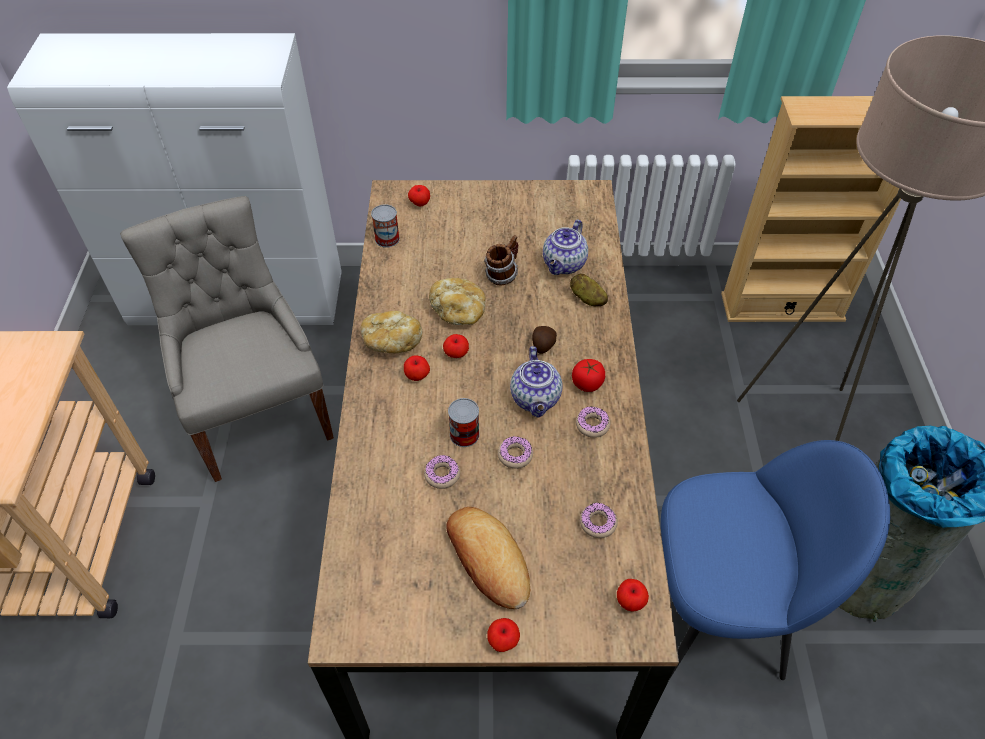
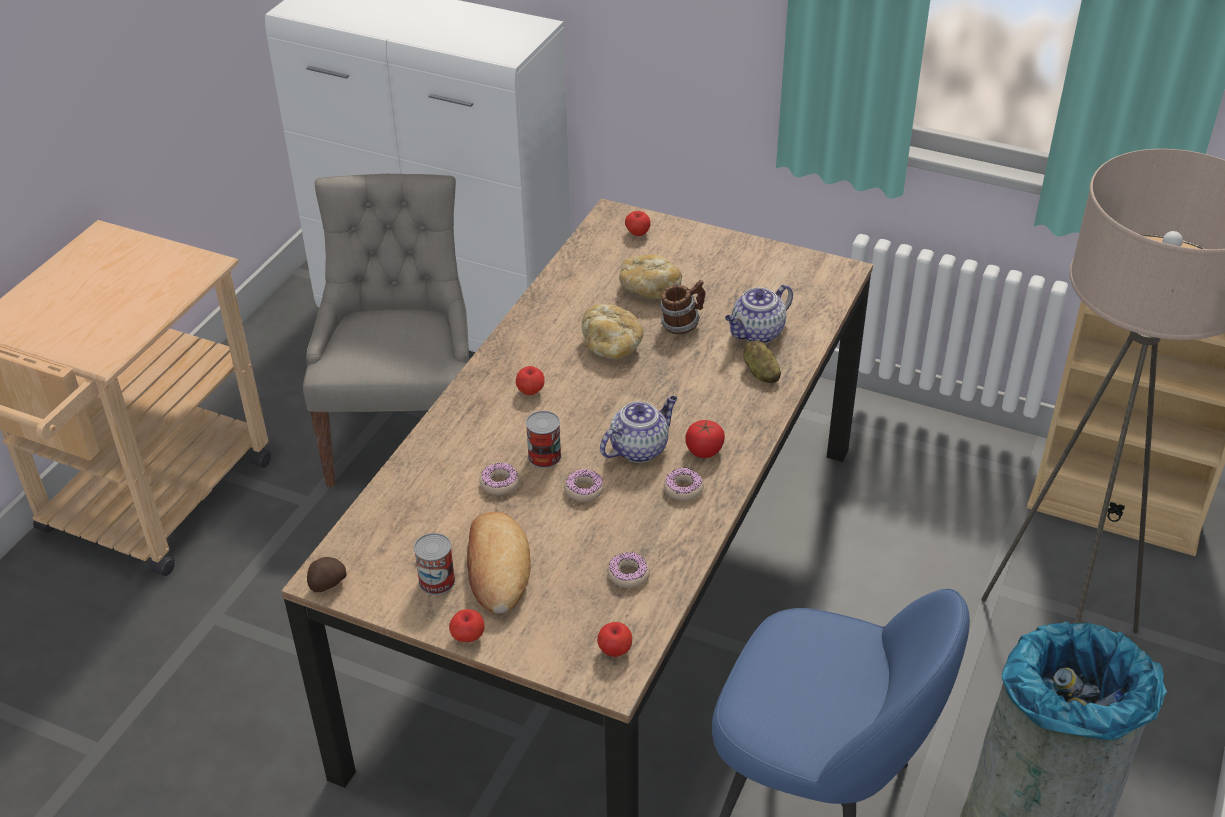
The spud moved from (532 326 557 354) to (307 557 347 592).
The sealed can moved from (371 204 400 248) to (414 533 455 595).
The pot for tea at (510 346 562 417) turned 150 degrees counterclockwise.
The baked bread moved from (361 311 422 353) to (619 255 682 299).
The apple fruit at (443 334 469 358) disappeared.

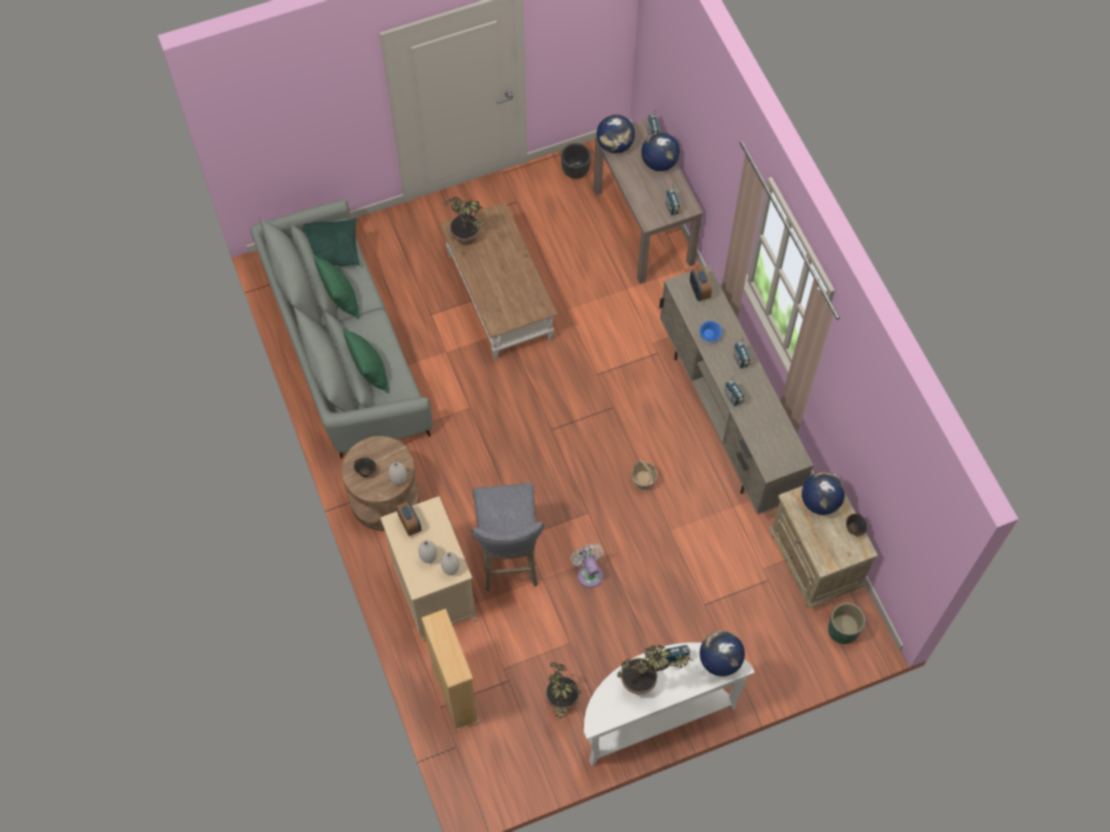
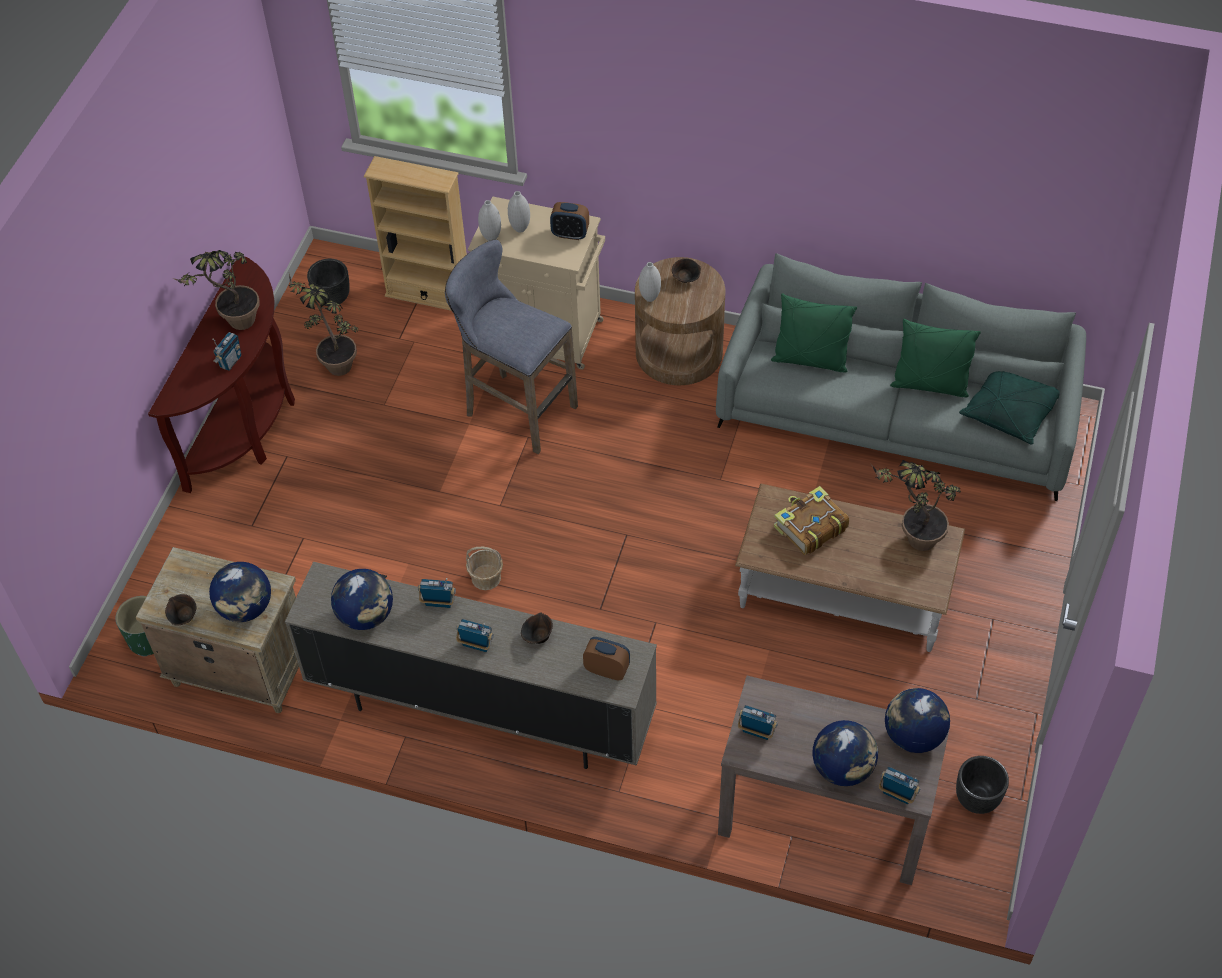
The white console table at (584 643 755 766) became the brownish console table at (148 257 295 493).
The black flower pot at (307 259 350 306) appeared.
The desk globe moved from (700 631 745 676) to (331 569 393 630).
The bluish deep dish at (699 321 722 342) became the brownish deep dish at (521 613 553 644).
The volume at (774 486 849 555) appeared.
The white fan at (570 544 603 588) disappeared.

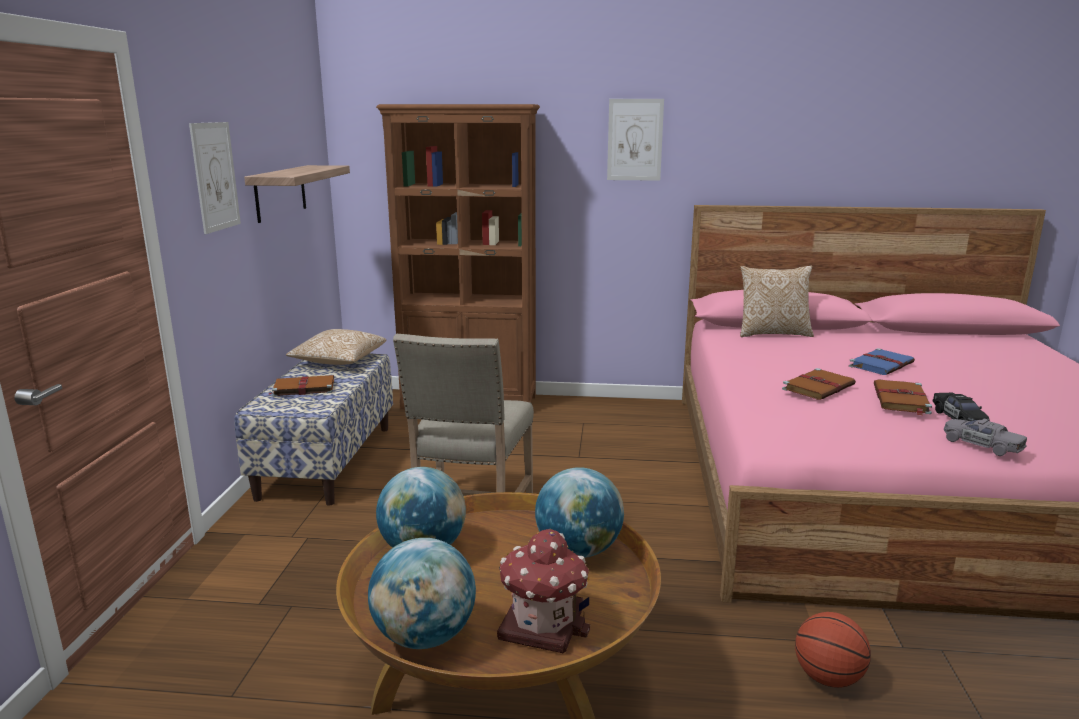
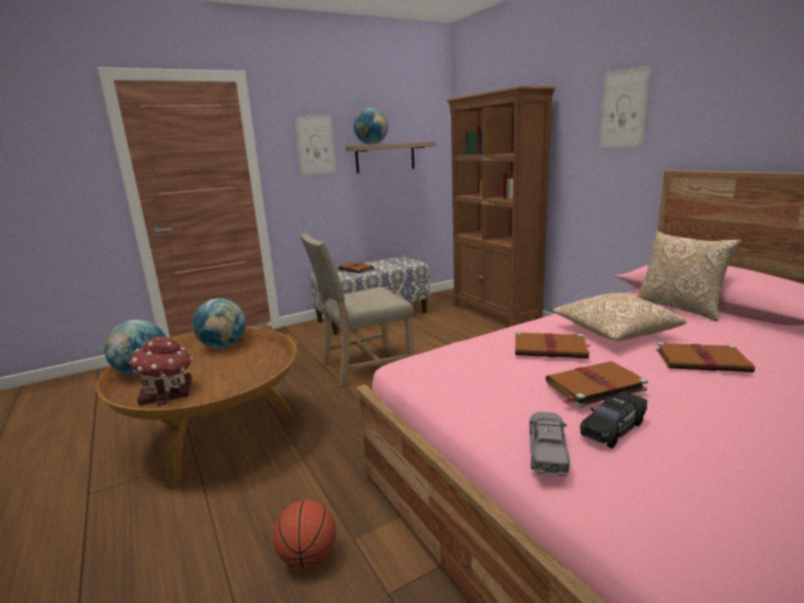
The desk globe moved from (535 467 624 558) to (354 108 388 145).
The throw pillow moved from (286 329 386 365) to (552 293 687 341).
The bluish volume at (849 348 915 375) became the brownish volume at (656 342 755 373).

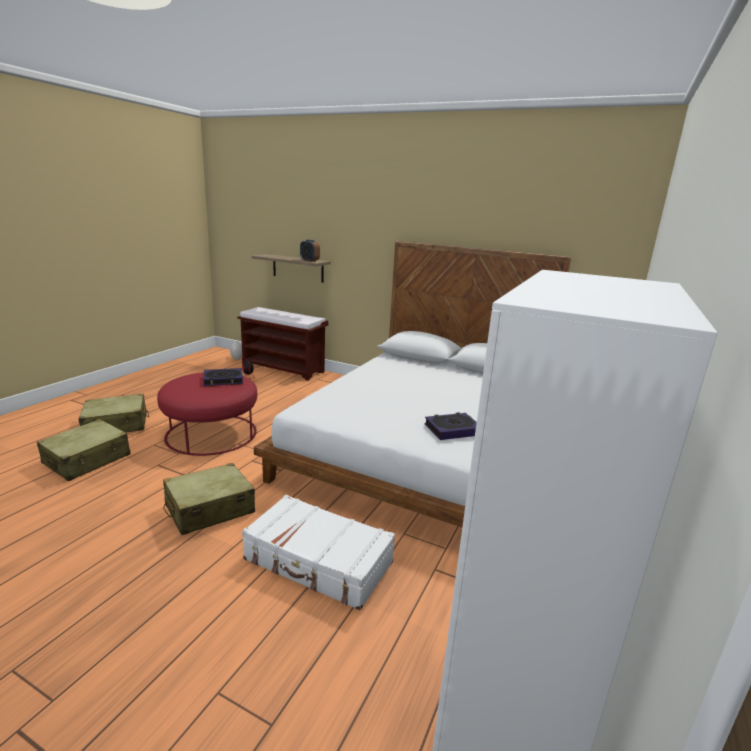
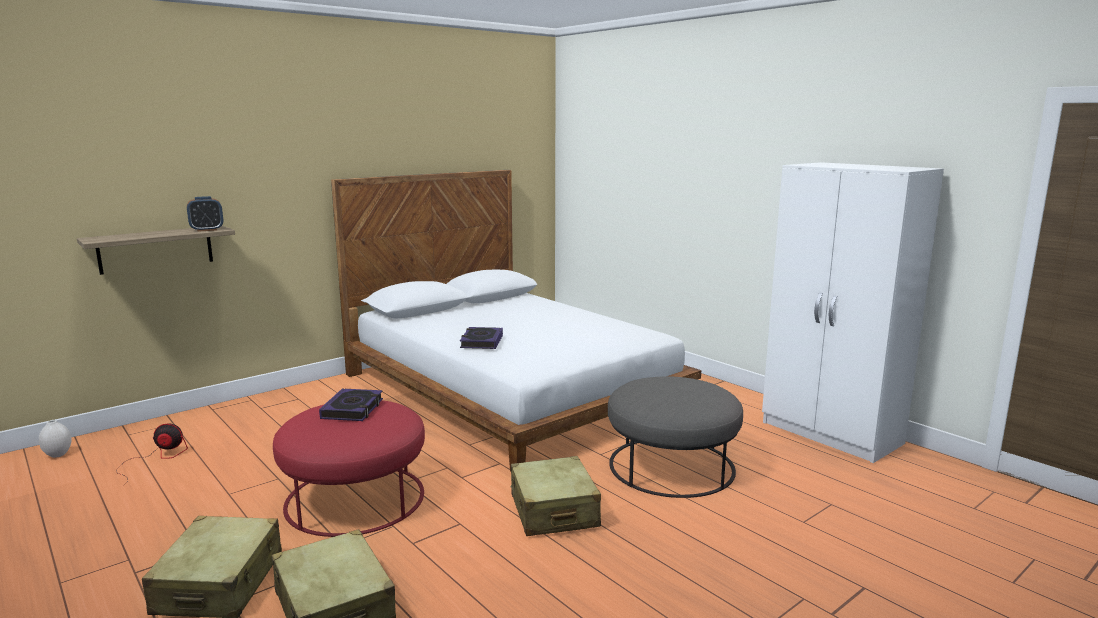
The volume moved from (424 412 477 440) to (460 327 503 349).
The white travel case at (242 495 395 611) was replaced by the gray ottoman at (608 376 743 498).
The brownish bench at (237 307 329 381) disappeared.

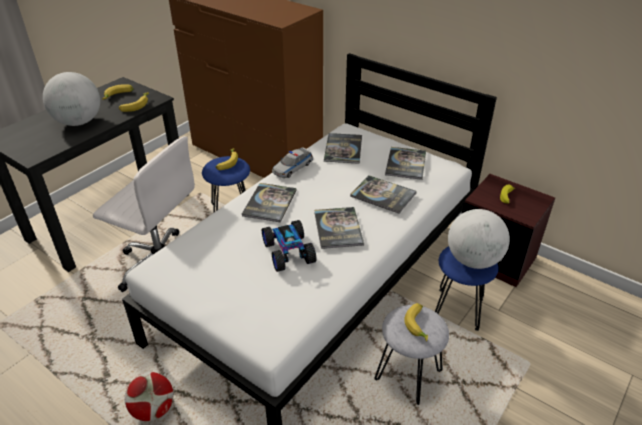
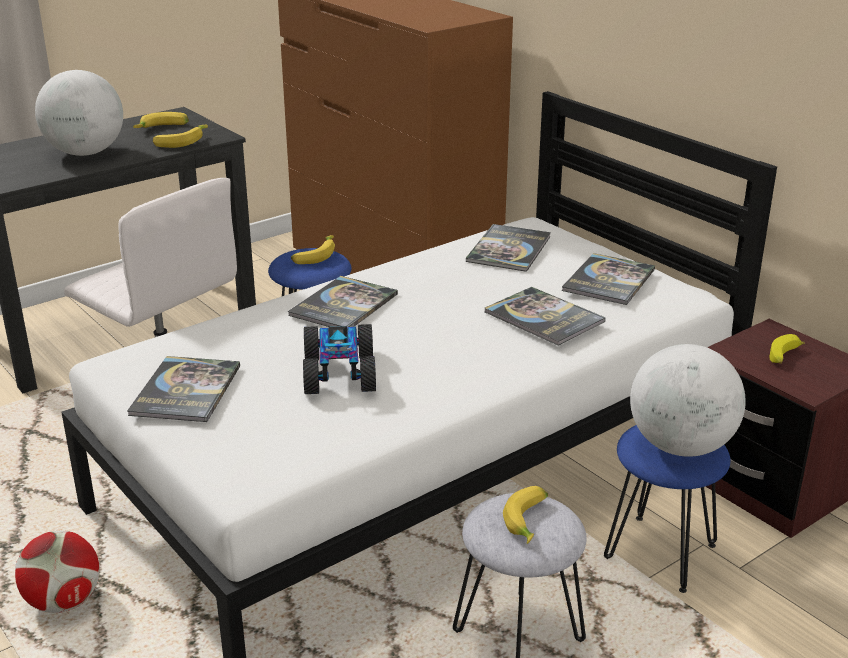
The volume moved from (314 207 364 249) to (127 356 240 422).
The model car at (272 148 313 178) disappeared.

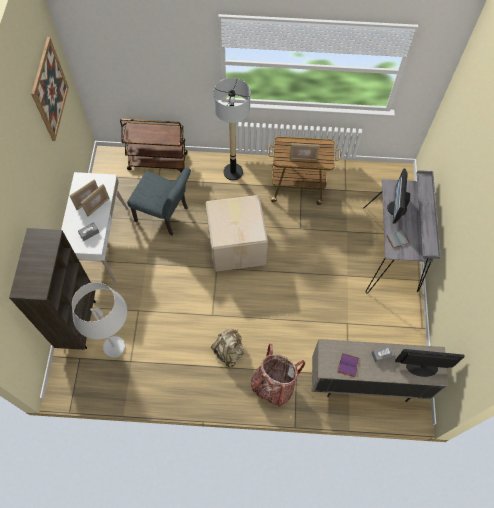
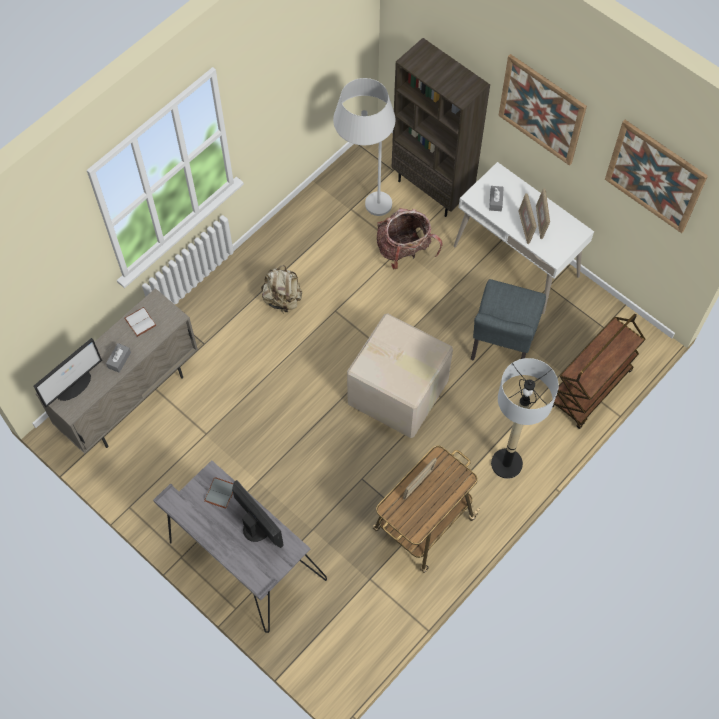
The purple-coloured volume at (337 353 359 377) became the white volume at (124 307 156 337).
The rucksack moved from (251 344 305 406) to (376 208 442 269).
The gray plain chair at (127 168 191 235) turned 45 degrees counterclockwise.
The wall picture at (498 54 587 166) appeared.

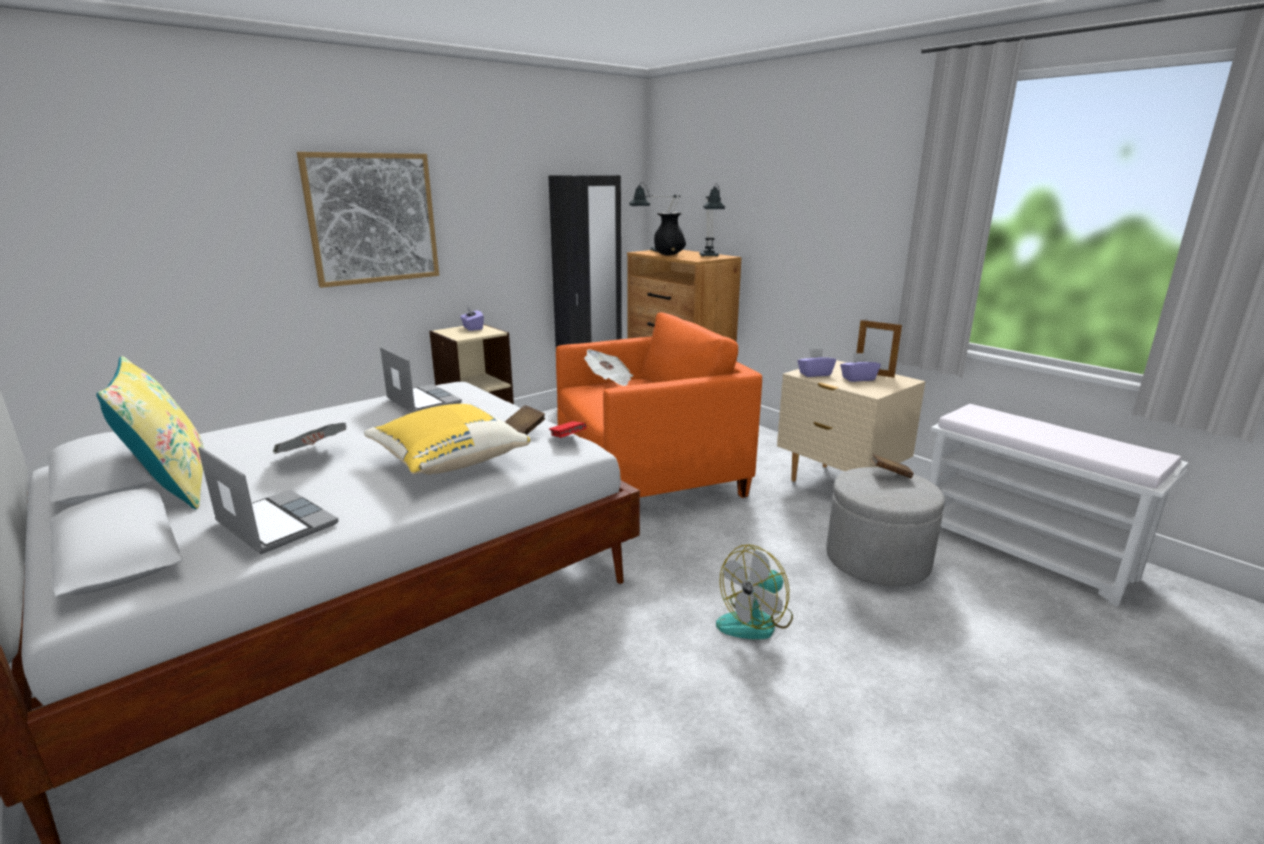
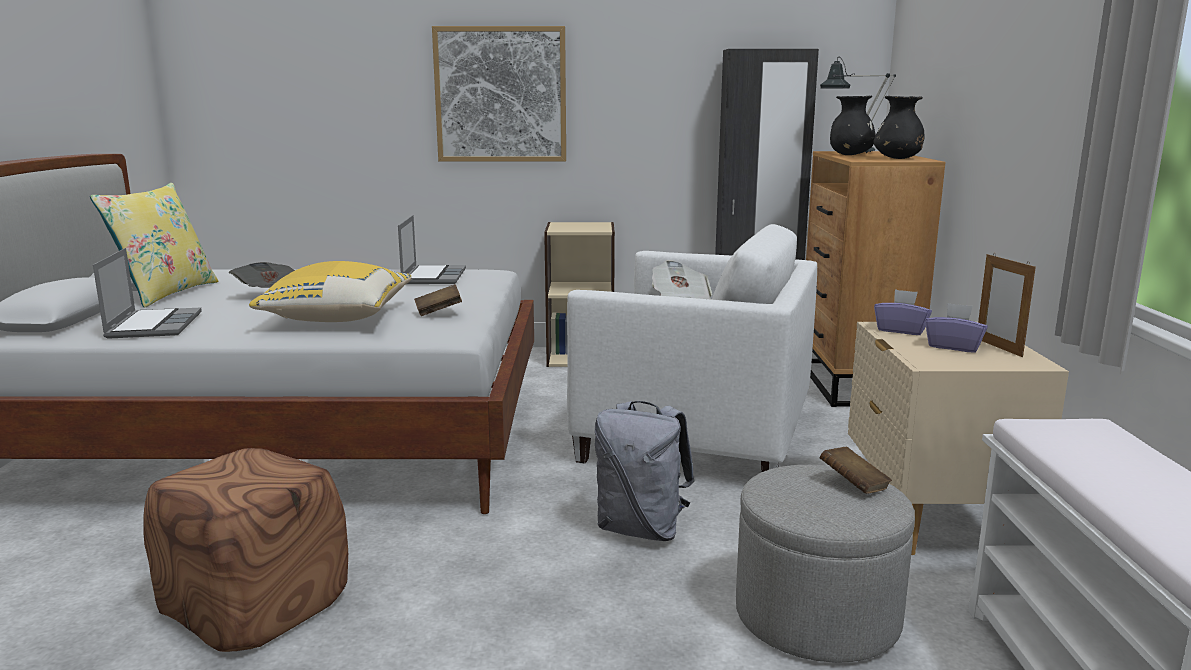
The brownish ottoman at (143 448 348 652) appeared.
The orange-coloured lounge chair at (556 312 762 498) became the white lounge chair at (567 224 817 472).
The gray rucksack at (595 401 695 541) appeared.
The tabletop lamp at (699 183 725 257) was replaced by the black flower vase at (873 96 924 159).
The purple-coloured tissue box at (460 307 484 331) disappeared.
The reddish volume at (549 421 587 438) disappeared.
The fan at (716 544 793 639) disappeared.

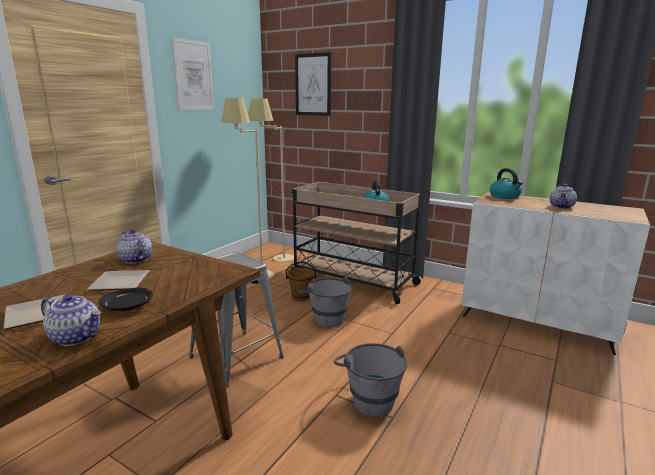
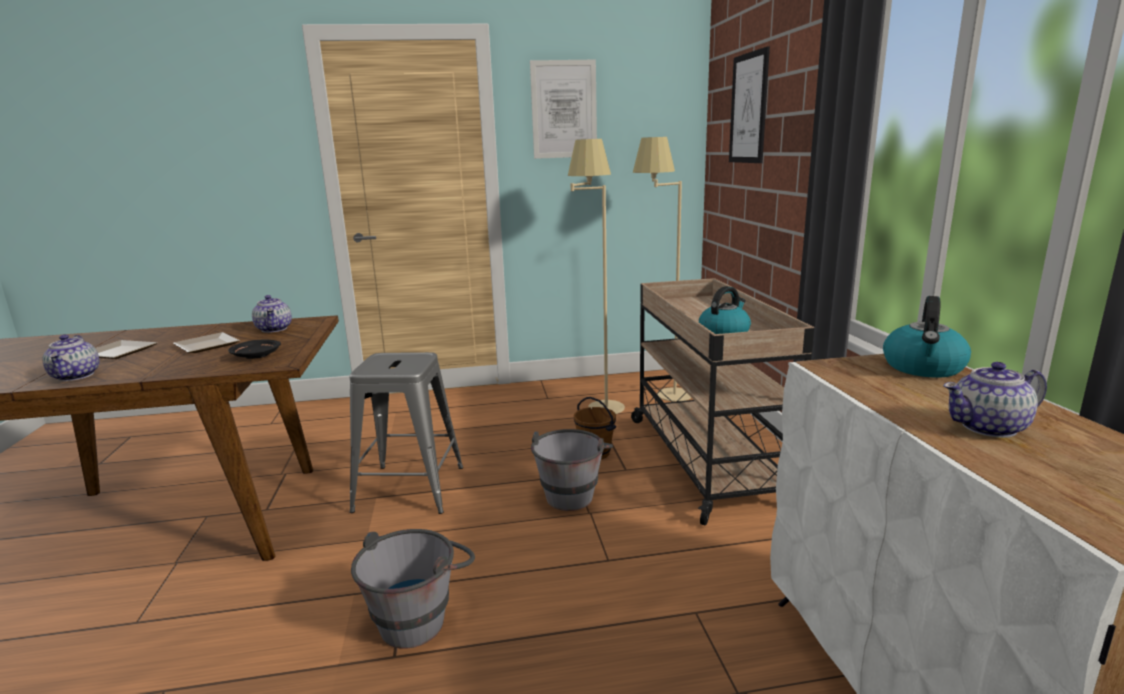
The black plate moved from (99 288 153 311) to (228 340 281 359).
The pot for tea at (116 229 152 264) turned 150 degrees clockwise.

